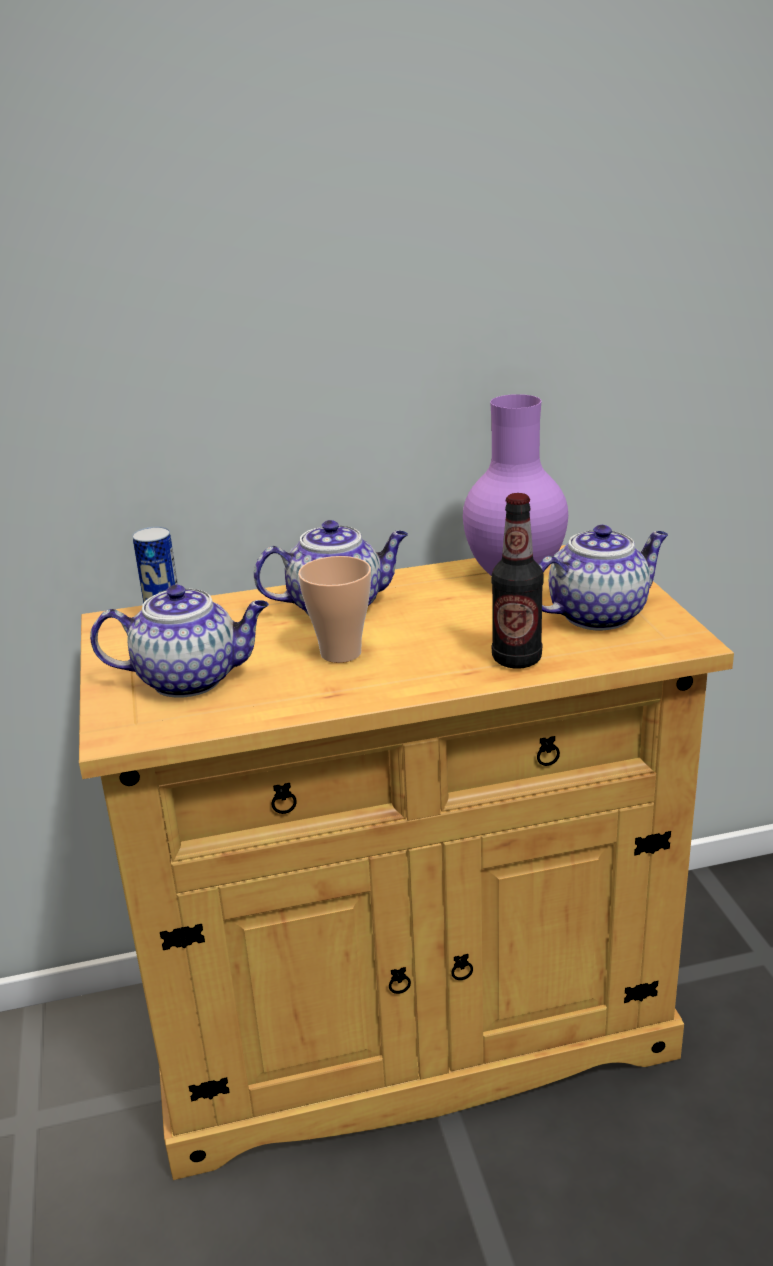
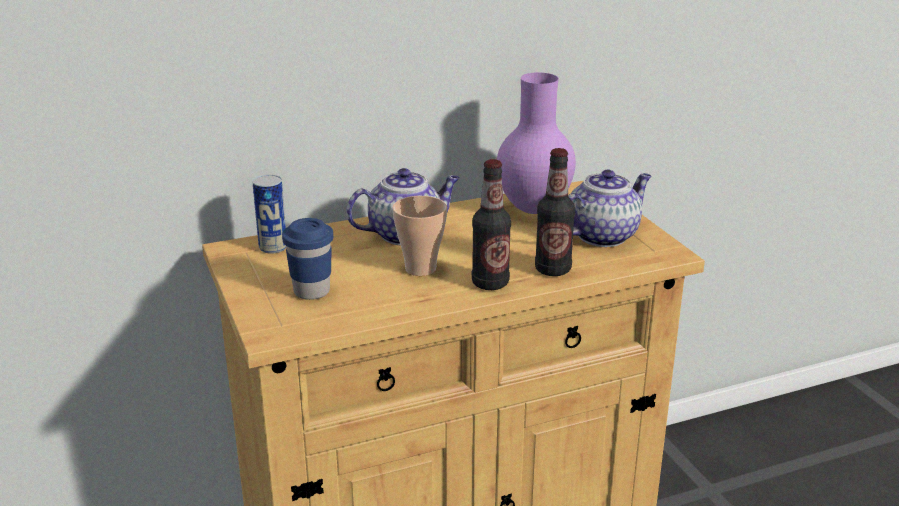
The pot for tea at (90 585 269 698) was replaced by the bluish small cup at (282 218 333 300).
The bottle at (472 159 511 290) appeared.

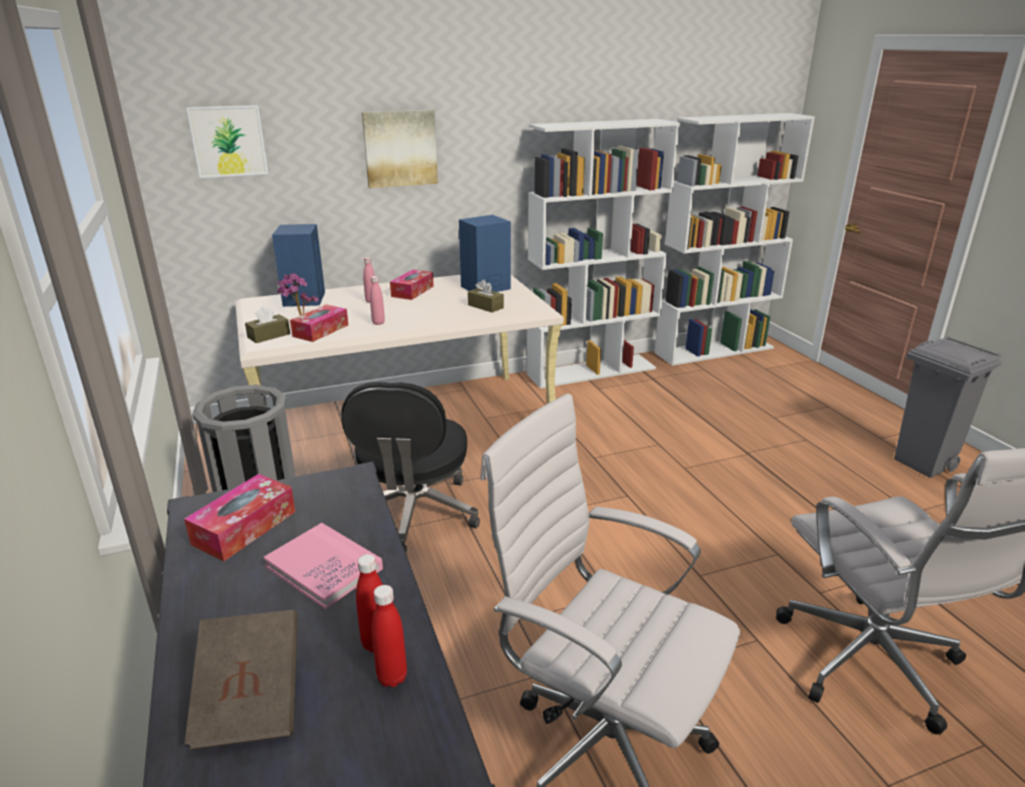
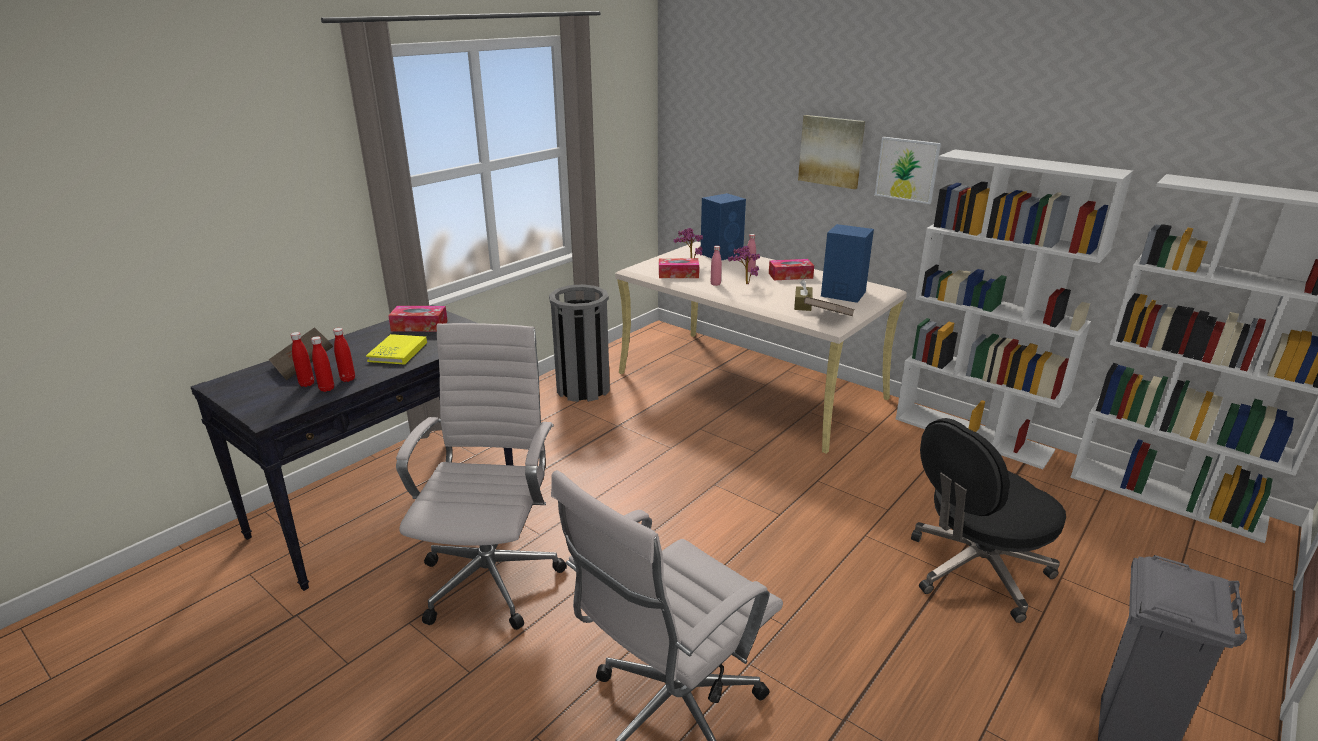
The reddish bottle at (291 332 314 387) appeared.
The pinkish volume at (263 523 383 609) became the yellow-coloured volume at (366 334 427 365).
The potted plant at (728 246 760 284) appeared.
The brownish volume at (804 297 855 316) appeared.
The wall picture moved from (186 105 268 178) to (875 137 941 204).
The black desk chair moved from (341 382 480 553) to (911 418 1066 623).
The brownish tissue box at (245 306 290 343) disappeared.

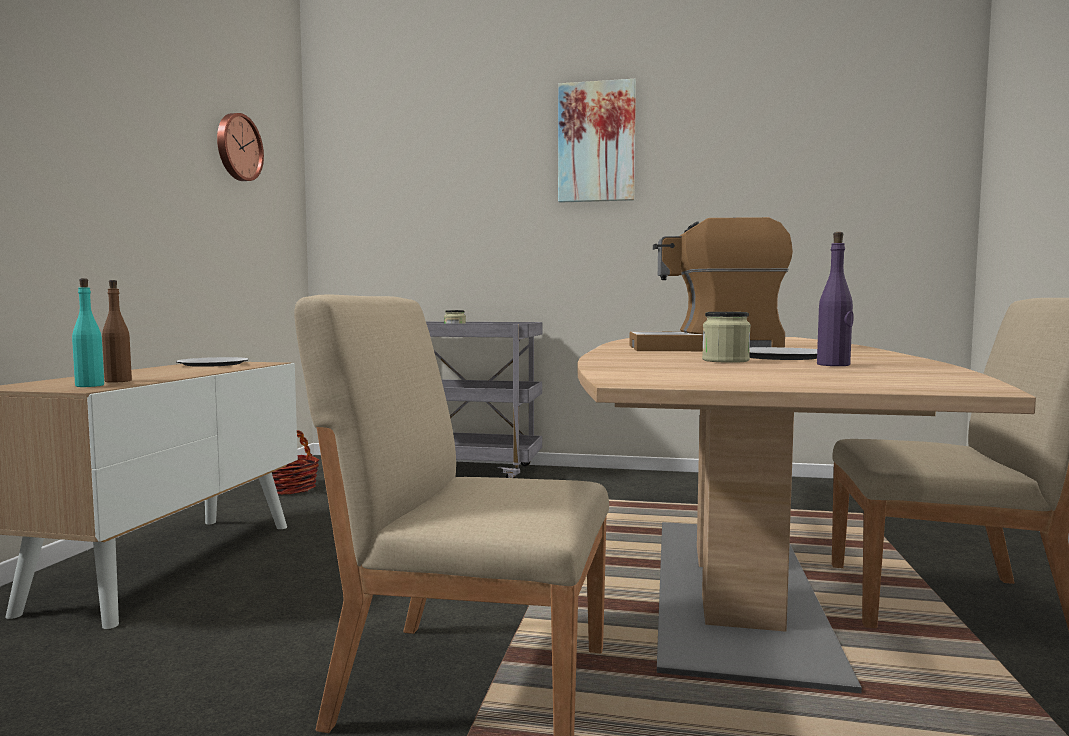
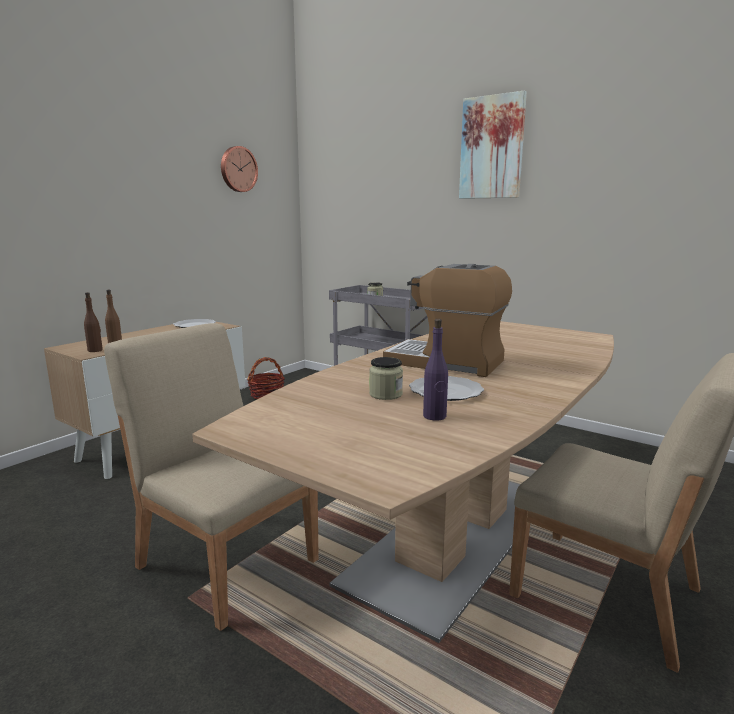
The blue-green bottle at (72 278 104 387) became the brownish bottle at (84 292 103 352).

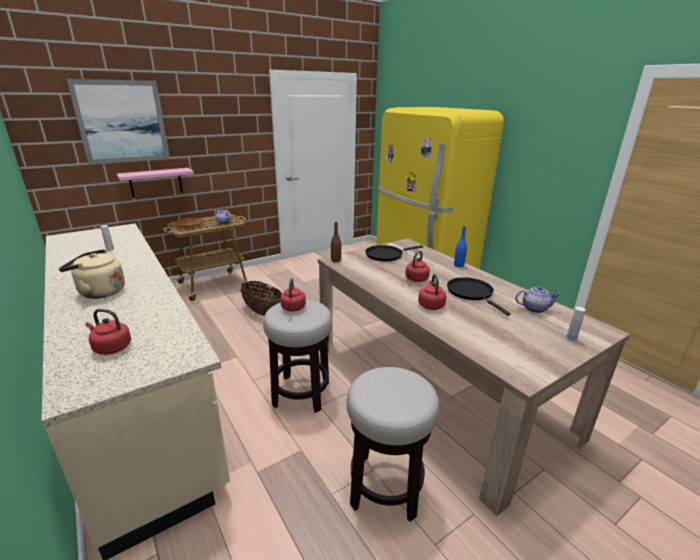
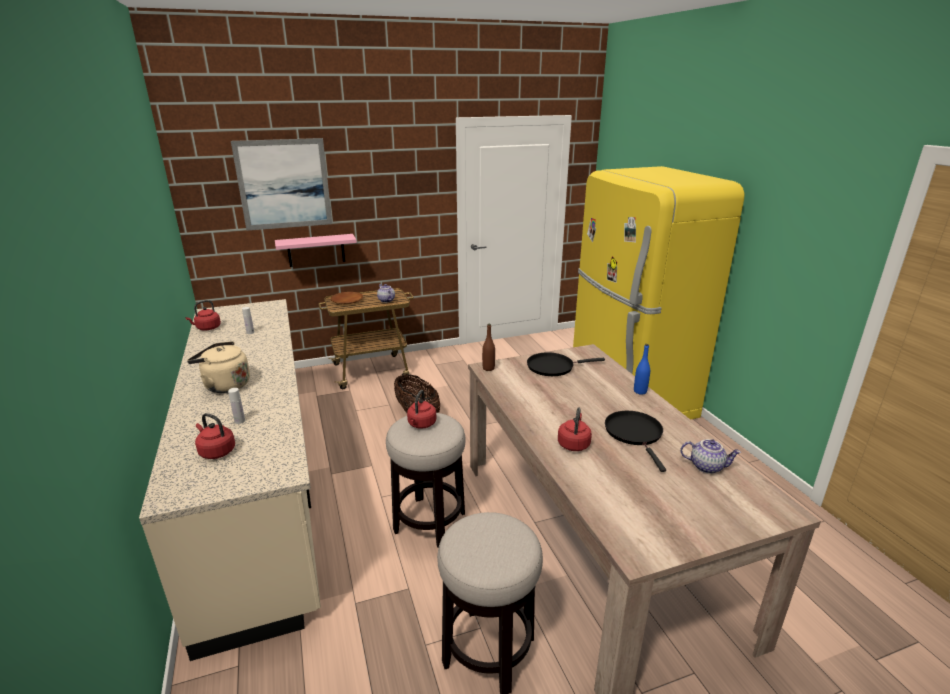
The reddish tea kettle moved from (405 251 430 282) to (185 300 221 331).
The white bottle moved from (566 307 586 341) to (228 388 245 424).

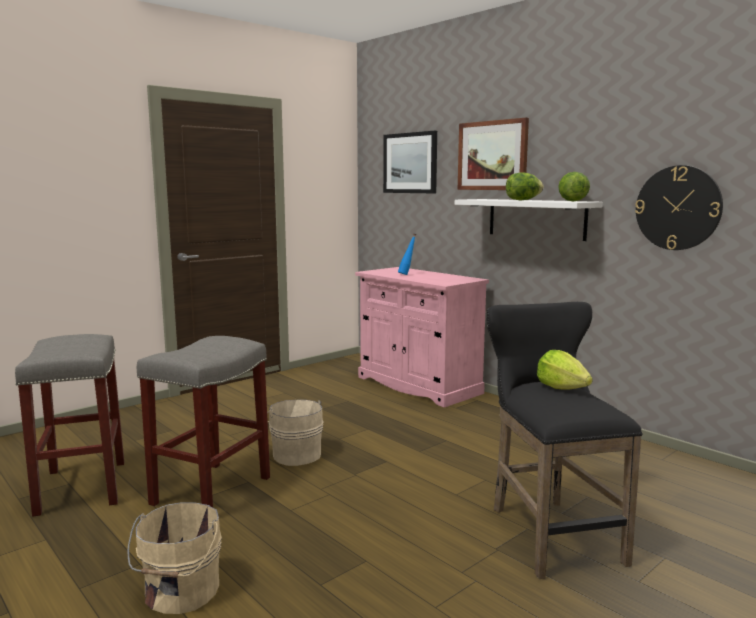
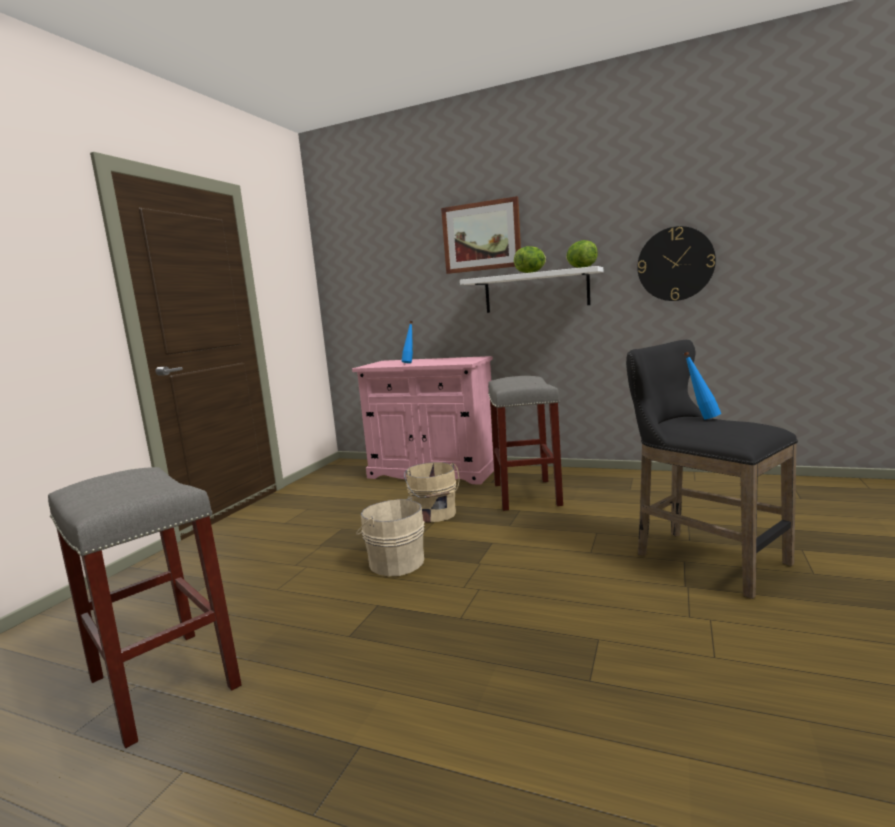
The beige pail moved from (128 502 222 614) to (404 462 459 522).
The gray stool seat moved from (137 336 270 507) to (488 376 563 511).
The head of lettuce at (537 350 593 390) was replaced by the bluish bottle at (684 352 721 420).
The wall picture at (383 131 437 193) disappeared.

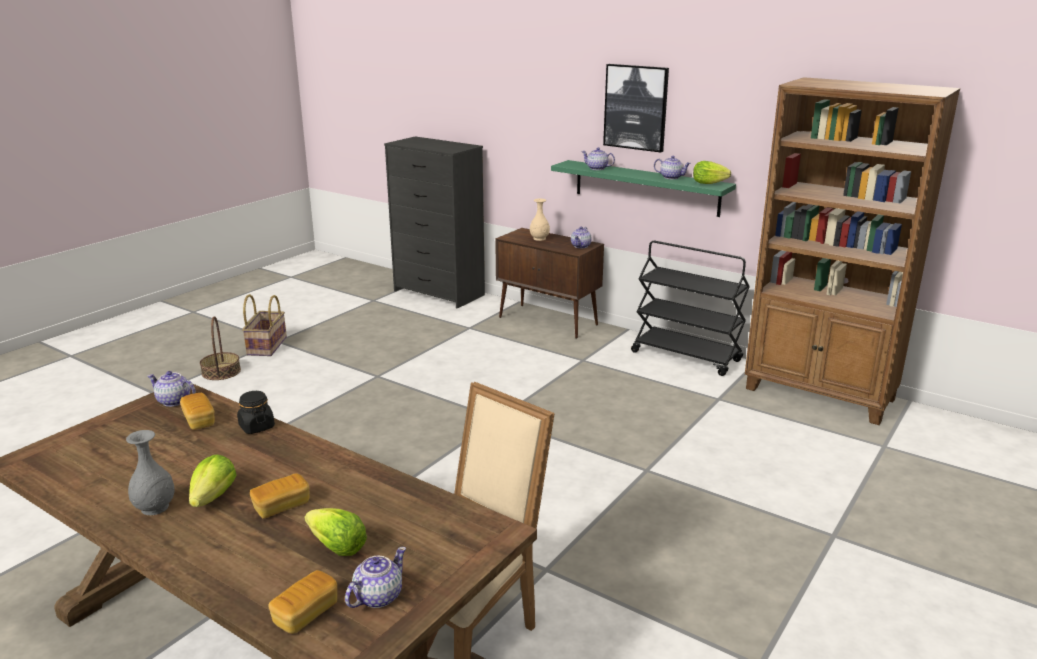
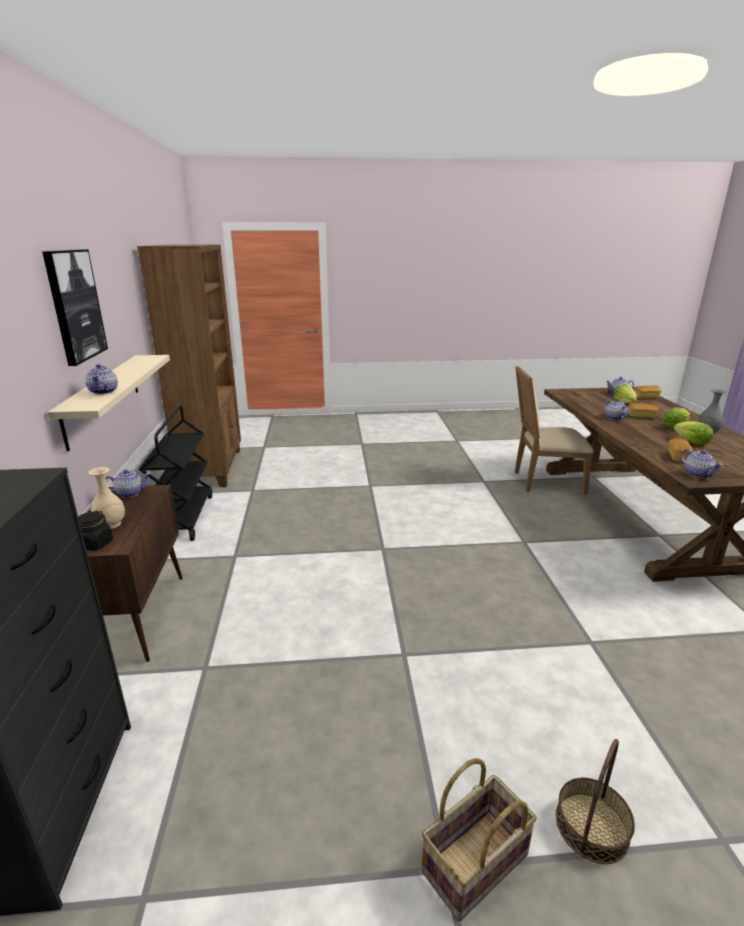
The greenish wall shelf at (551 160 736 217) became the beige wall shelf at (47 355 170 452).
The black jar moved from (237 391 275 434) to (78 511 113 551).
The pot for tea moved from (654 156 691 179) to (605 399 629 420).
The head of lettuce moved from (693 161 731 184) to (674 421 713 445).

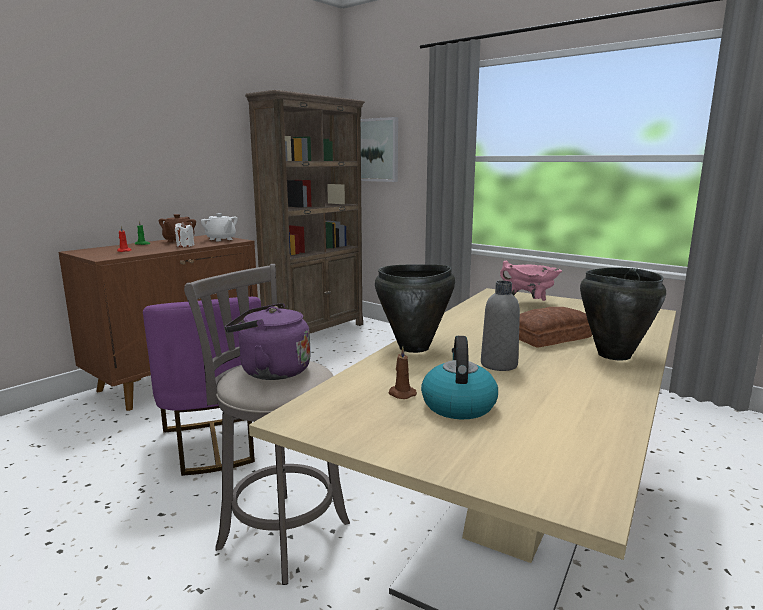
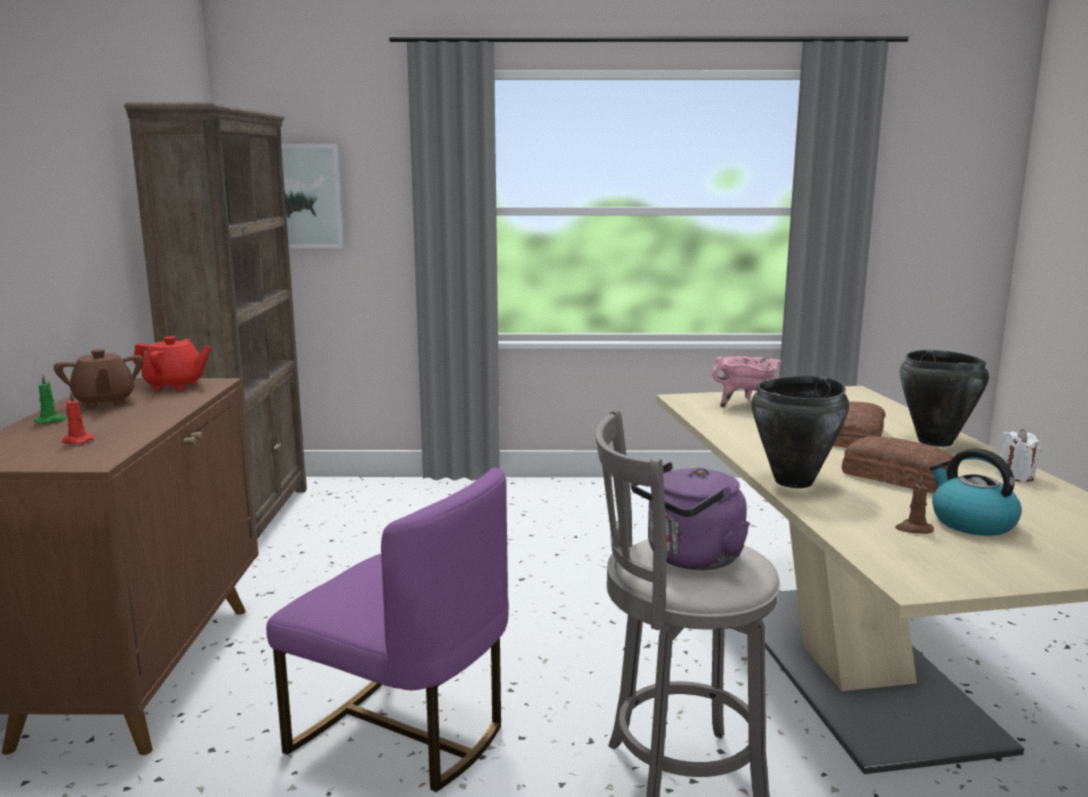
The white pot for tea at (201 213 238 241) became the reddish pot for tea at (133 336 211 391).
The gray bottle at (481 281 520 371) was replaced by the baked bread at (842 436 953 494).
The white wax candle moved from (175 222 194 247) to (996 429 1041 482).

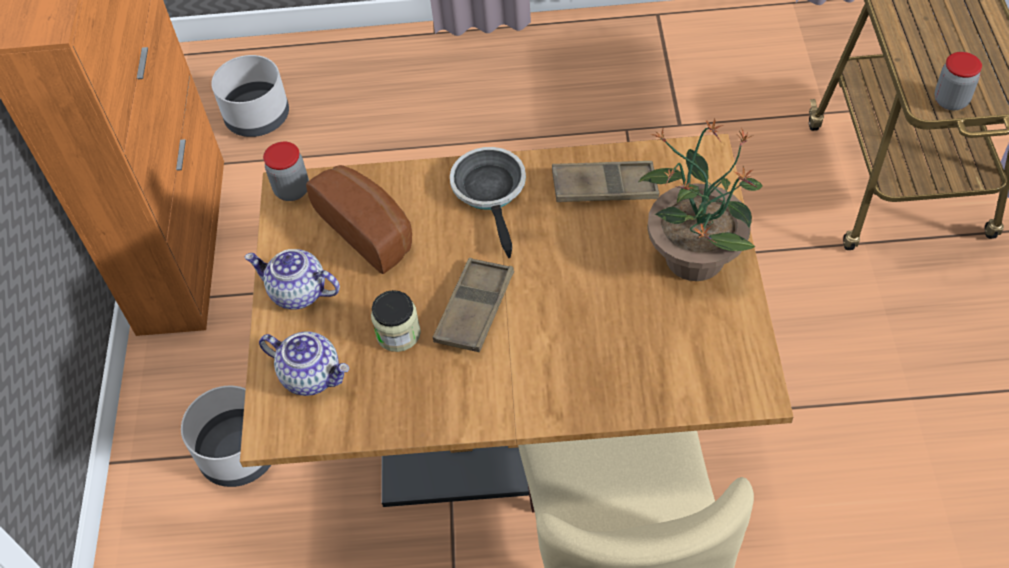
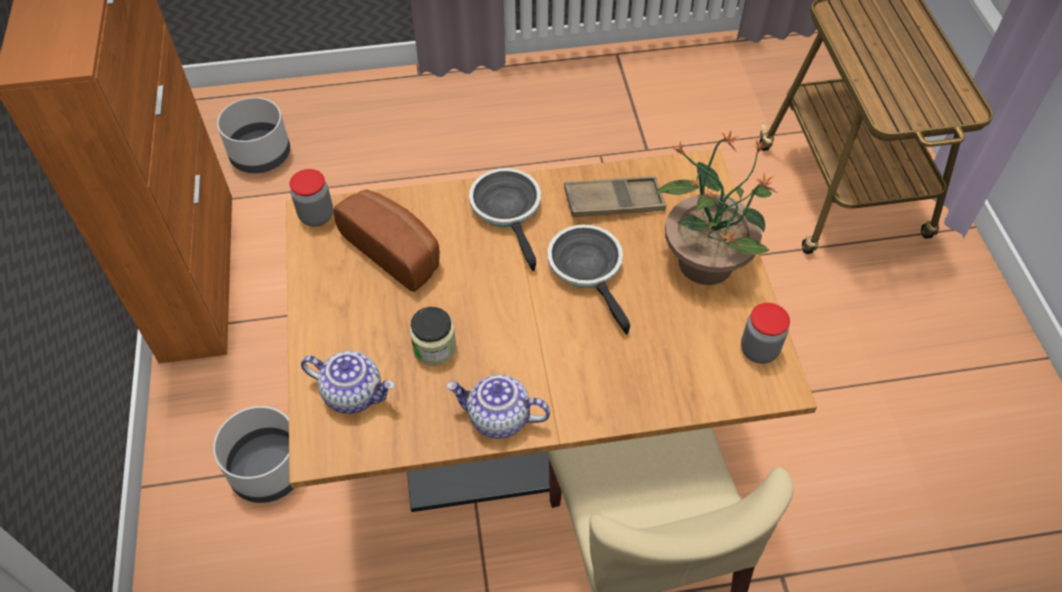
The pot for tea moved from (244 249 340 310) to (447 374 550 439).
The frying pan at (547 224 630 335) appeared.
The jar moved from (934 52 982 110) to (741 303 790 364).
The brownish tray at (433 258 514 352) disappeared.

